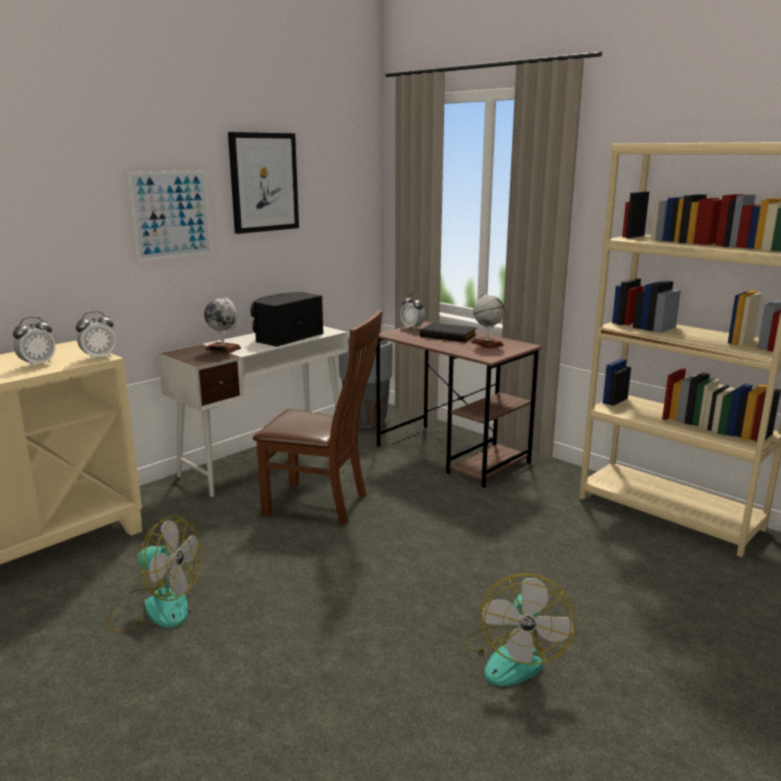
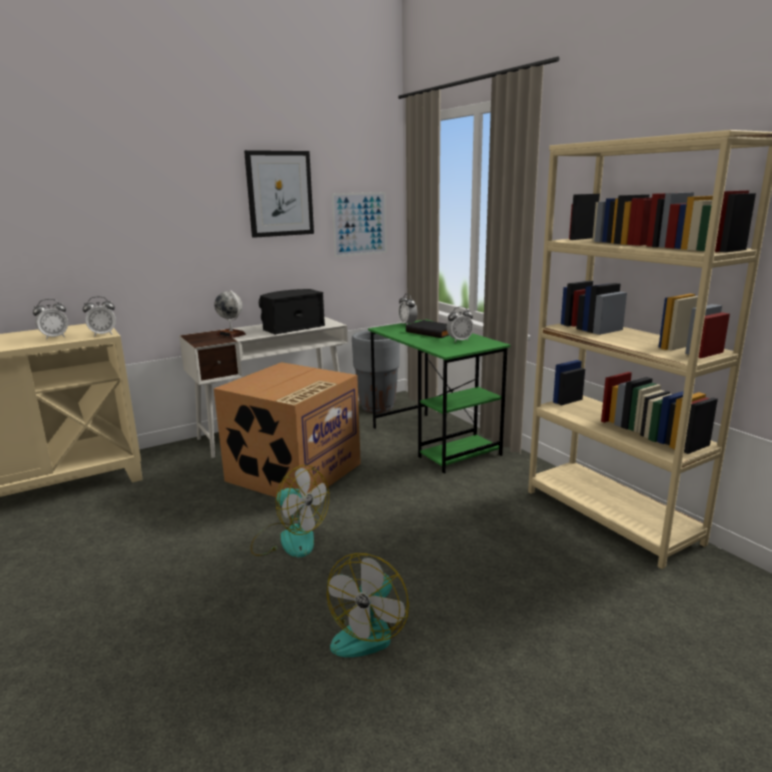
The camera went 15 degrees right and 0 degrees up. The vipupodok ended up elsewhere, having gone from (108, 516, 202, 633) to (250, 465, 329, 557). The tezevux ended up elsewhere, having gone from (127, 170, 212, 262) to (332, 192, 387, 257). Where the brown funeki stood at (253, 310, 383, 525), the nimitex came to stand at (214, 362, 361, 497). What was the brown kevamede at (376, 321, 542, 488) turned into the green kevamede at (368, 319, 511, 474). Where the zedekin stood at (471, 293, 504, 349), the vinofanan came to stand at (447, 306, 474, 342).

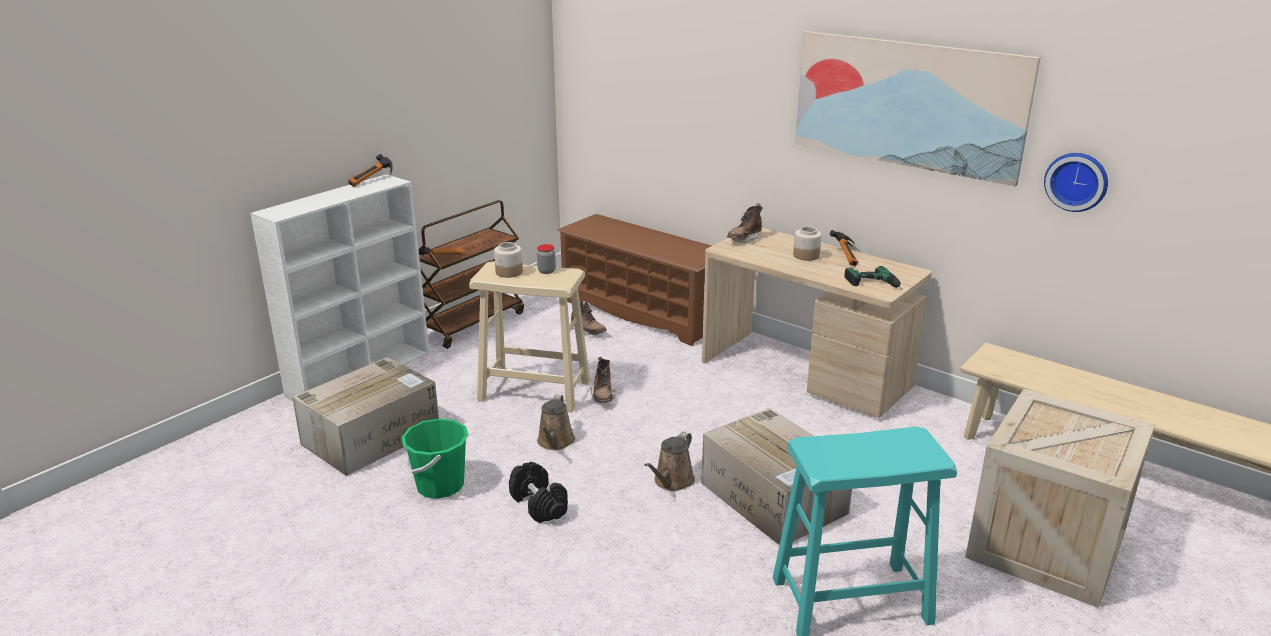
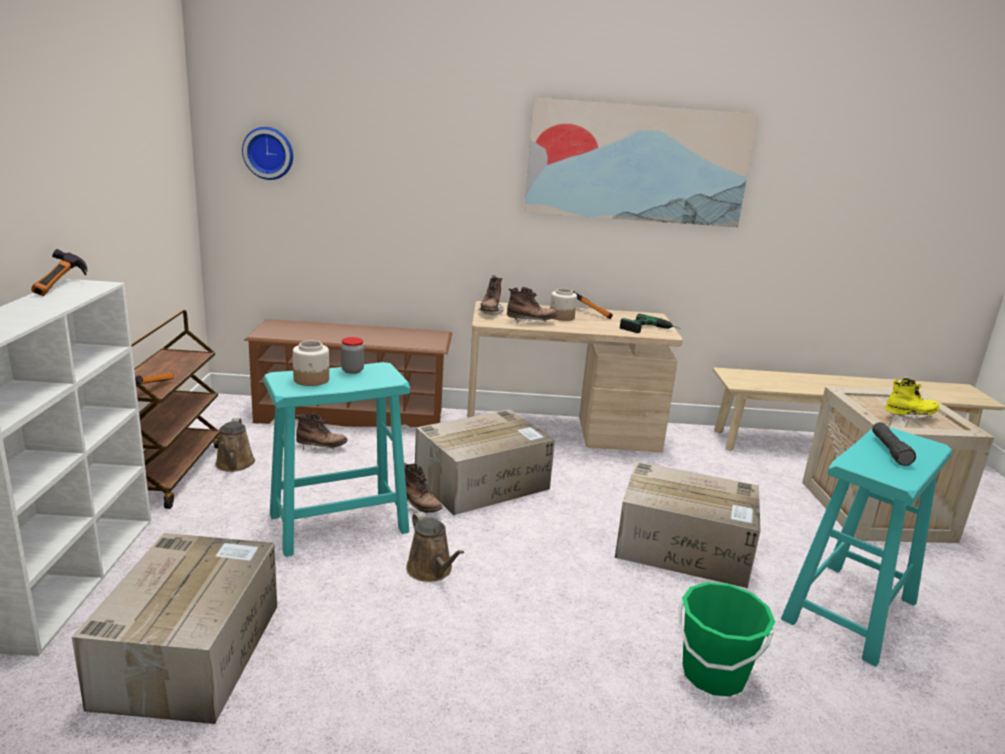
The camera went 40 degrees left and 5 degrees down. The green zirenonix ended up elsewhere, having gone from (401, 418, 469, 499) to (678, 582, 775, 697). What was the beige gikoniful at (469, 261, 590, 412) turned into the turquoise gikoniful at (264, 362, 410, 557). The second view lost the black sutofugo at (509, 462, 568, 523). The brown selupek ended up elsewhere, having gone from (644, 432, 695, 491) to (215, 418, 255, 472). The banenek ended up elsewhere, having gone from (1044, 153, 1108, 212) to (242, 127, 293, 180). The second view gained the nimitex at (415, 409, 555, 515). The second view gained the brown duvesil at (507, 287, 558, 324). The second view gained the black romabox at (872, 422, 916, 466). The second view gained the yellow duvesil at (885, 378, 940, 421).

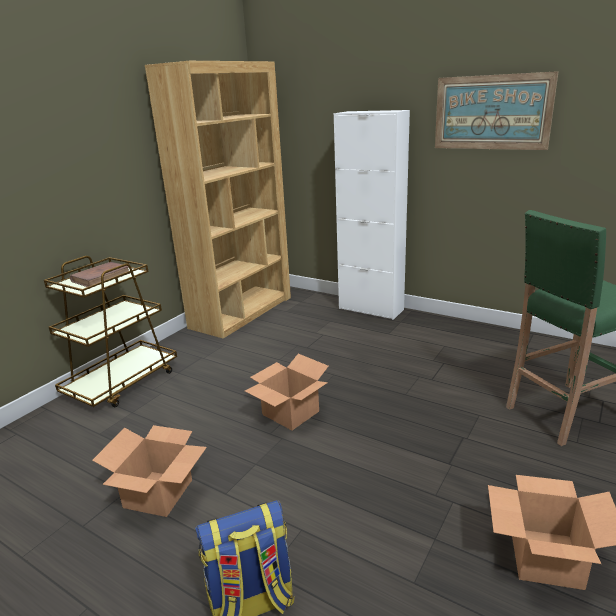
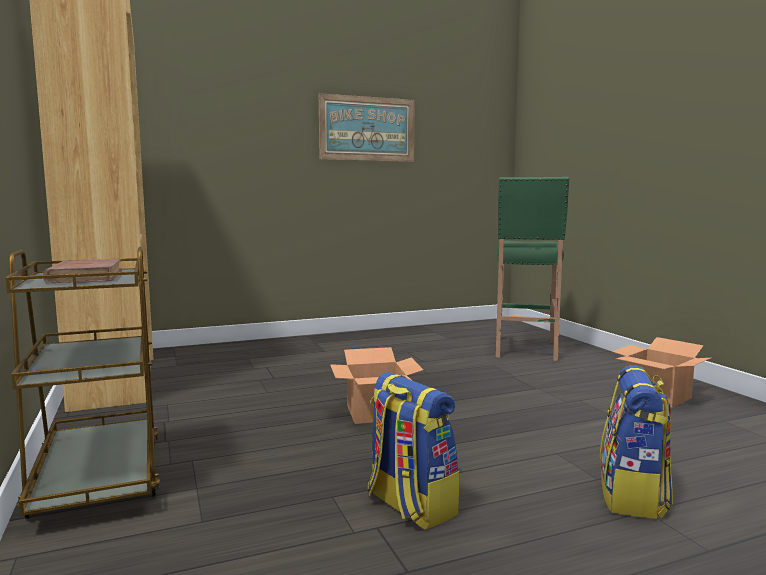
The camera went 55 degrees left and 15 degrees down. Where the nimitex stood at (92, 425, 207, 517), the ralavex came to stand at (367, 372, 459, 530). The second view lost the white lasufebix at (334, 110, 410, 320).

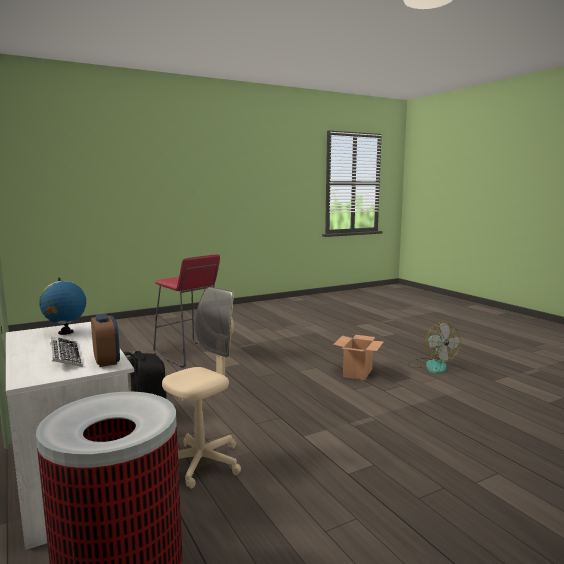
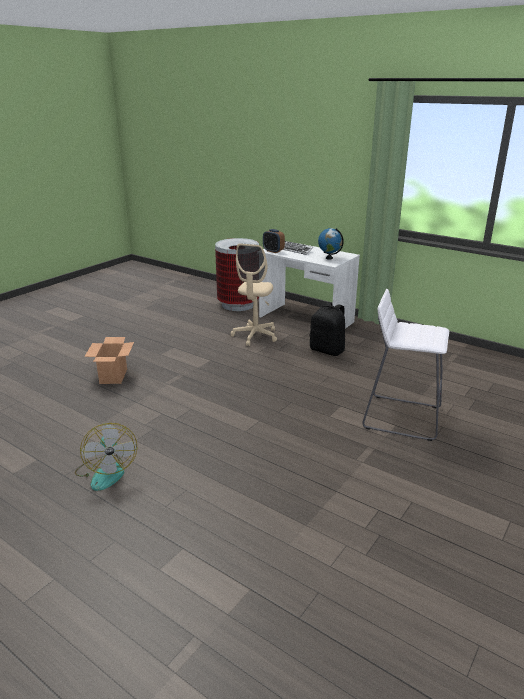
The camera went 155 degrees right and 15 degrees up. What was the red gikoniful at (153, 254, 220, 367) turned into the white gikoniful at (362, 289, 449, 441). The nimitex ended up elsewhere, having gone from (333, 335, 383, 380) to (84, 337, 134, 384). The vipupodok at (408, 322, 461, 374) ended up facing another way, 150 degrees counterclockwise from before.

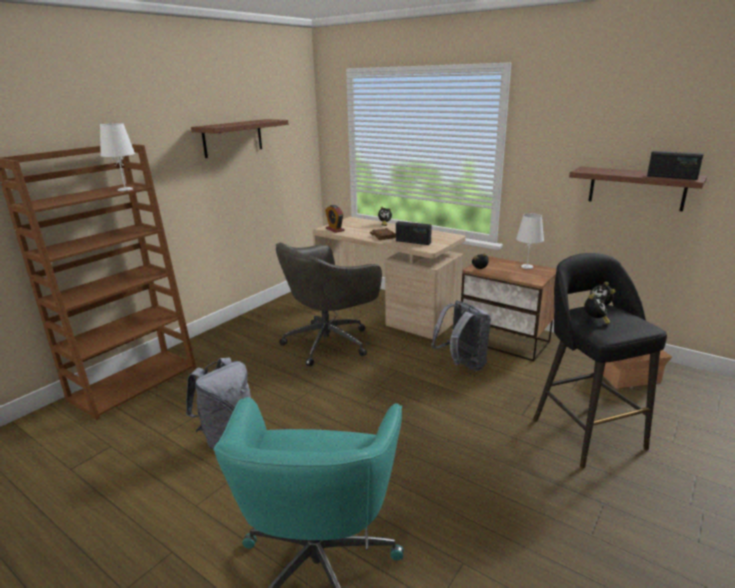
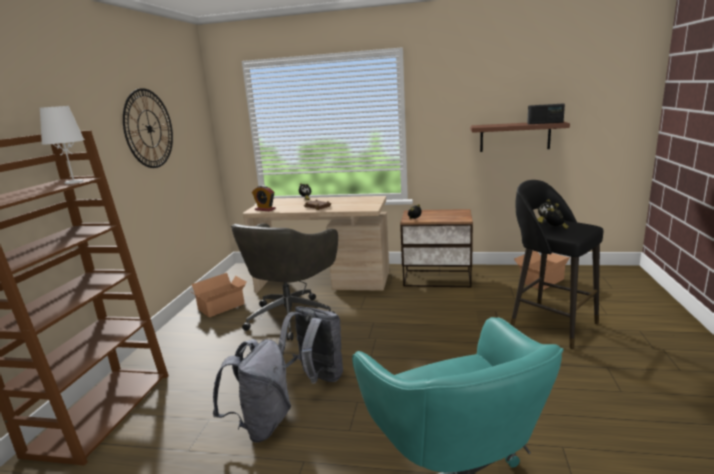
The camera went 25 degrees left and 5 degrees down. Where the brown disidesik hung at (191, 119, 288, 158), the banenek came to hang at (123, 88, 173, 168). The second view lost the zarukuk at (396, 221, 432, 245). The grey ralavex ended up elsewhere, having gone from (431, 301, 491, 371) to (278, 306, 343, 384). The second view lost the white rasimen at (516, 213, 544, 269). The second view gained the nimitex at (190, 273, 246, 317).

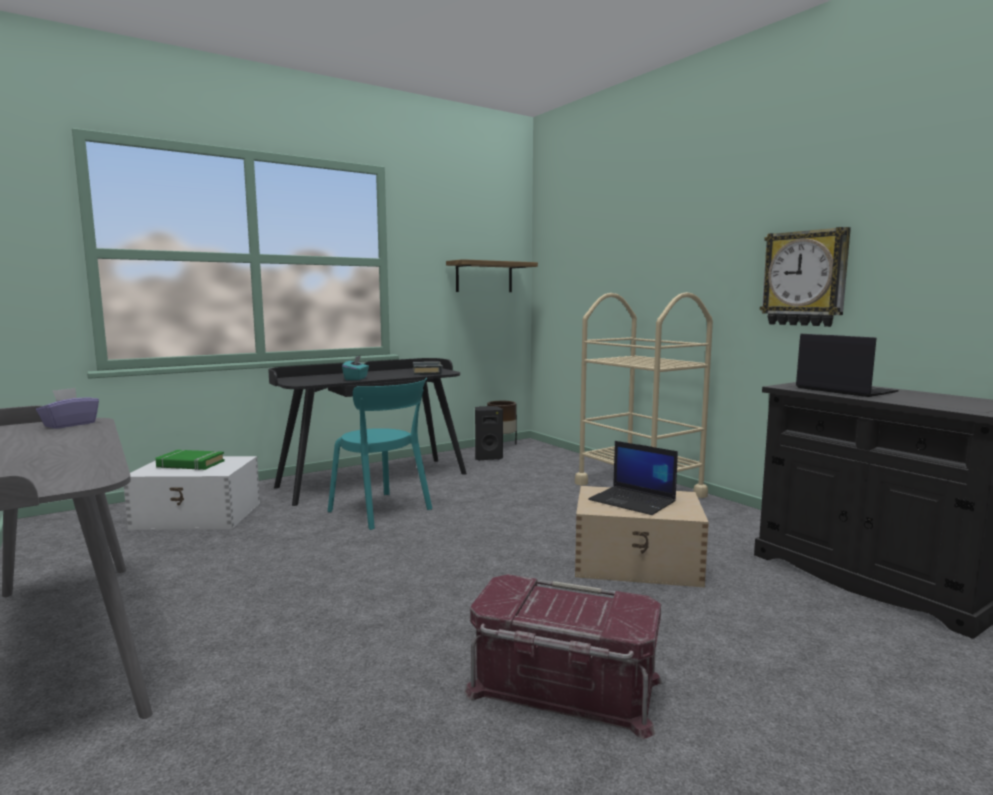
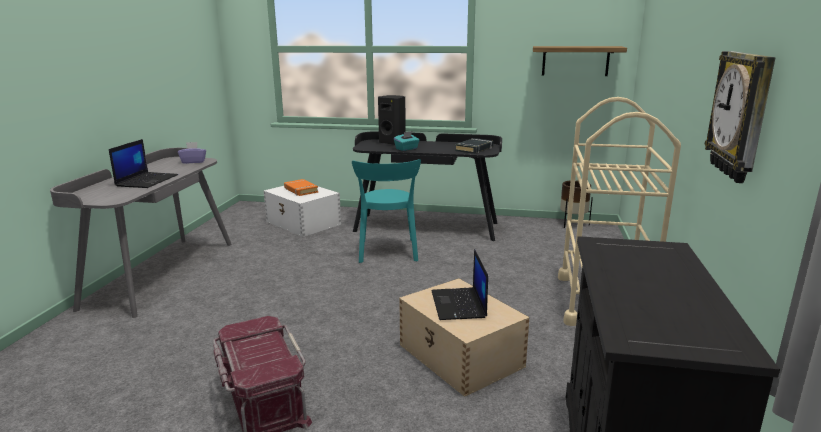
The camera went 45 degrees right and 10 degrees up. What was the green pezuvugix at (155, 450, 224, 470) turned into the orange pezuvugix at (284, 179, 318, 196). The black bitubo ended up elsewhere, having gone from (475, 406, 503, 461) to (378, 95, 406, 145). The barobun ended up elsewhere, having gone from (796, 334, 899, 397) to (109, 139, 178, 188).

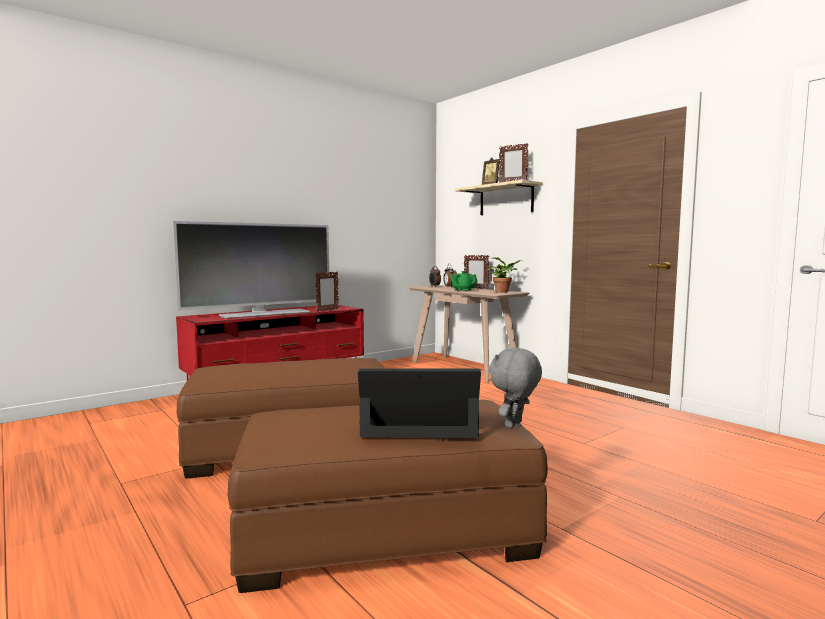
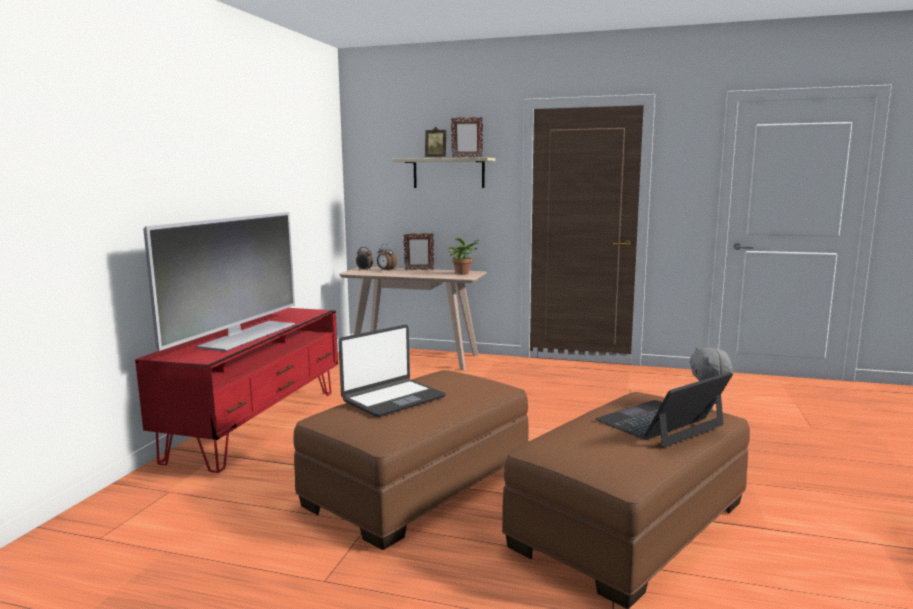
The camera went 35 degrees left and 5 degrees up. The second view lost the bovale at (315, 271, 339, 312). The second view lost the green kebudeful at (450, 271, 477, 291). The second view gained the barobun at (339, 324, 446, 417).

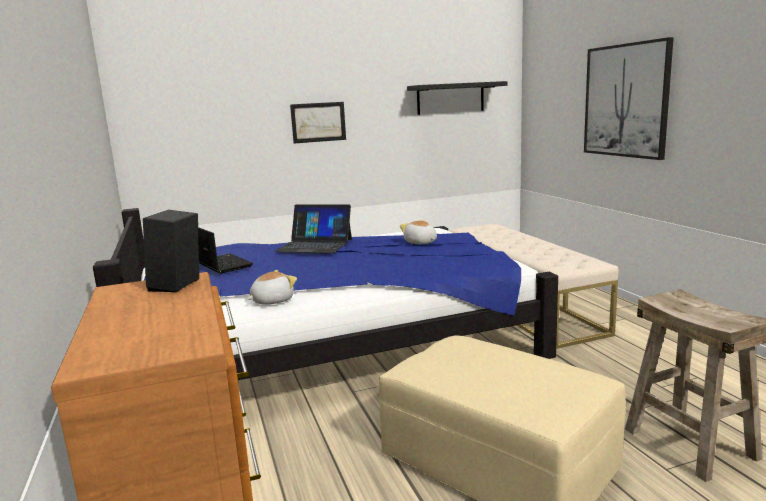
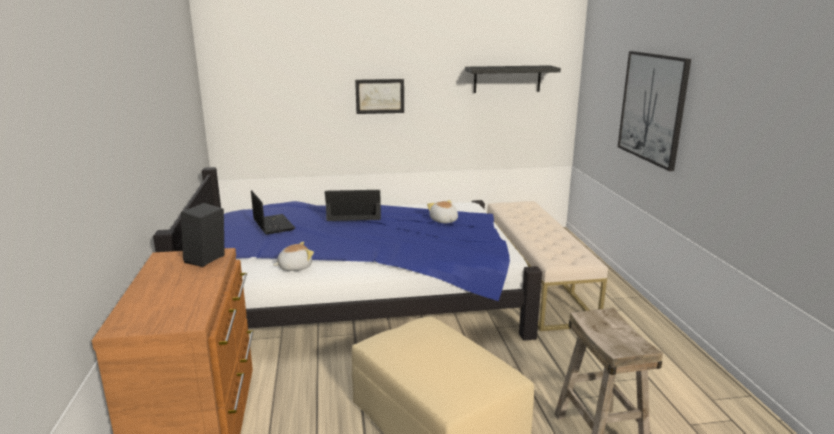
The camera went 10 degrees right and 5 degrees up. The barobun at (274, 205, 352, 254) ended up facing another way, 150 degrees clockwise from before.

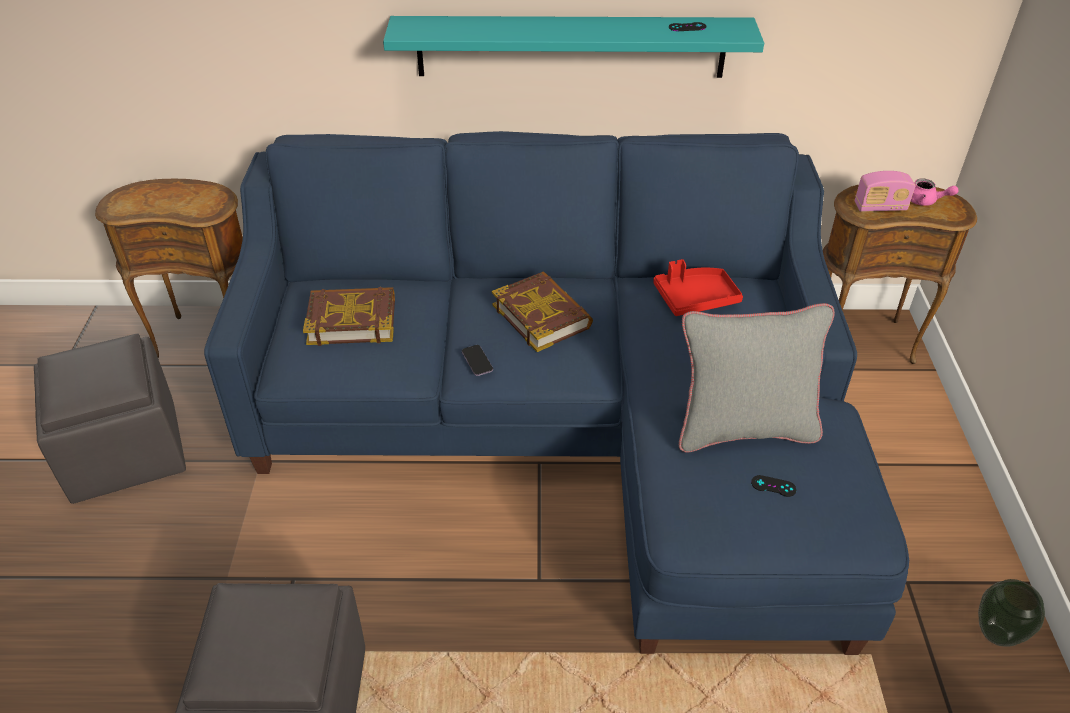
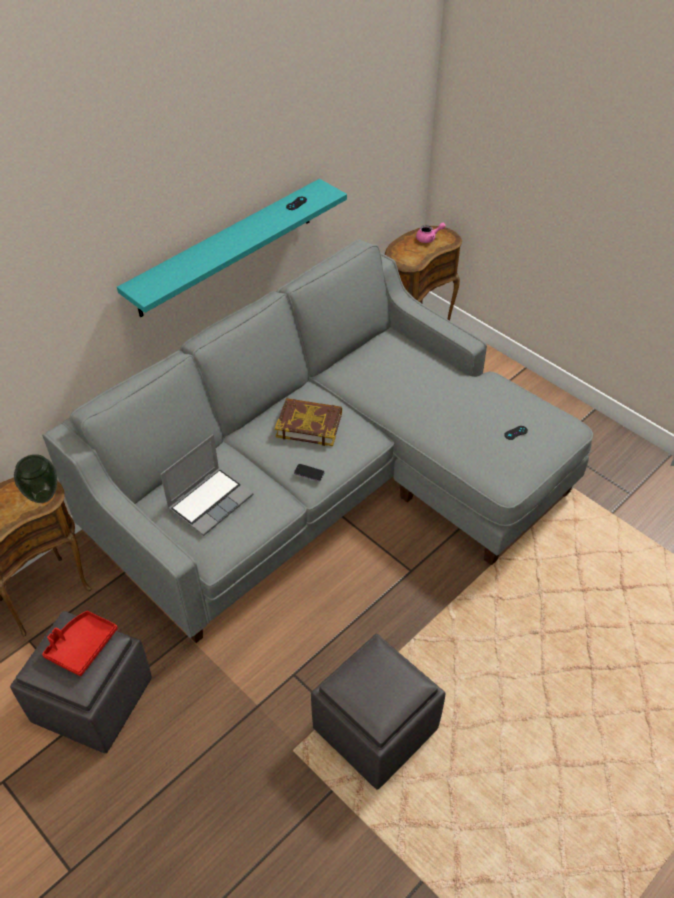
The camera went 45 degrees left and 5 degrees up. What was the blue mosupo at (204, 131, 909, 655) turned into the grey mosupo at (42, 239, 593, 643). Where the pezuvugix stood at (303, 287, 395, 346), the barobun came to stand at (161, 434, 253, 536). The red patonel ended up elsewhere, having gone from (653, 259, 743, 316) to (42, 611, 118, 676). The second view lost the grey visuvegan at (679, 303, 835, 453). The second view lost the zarukuk at (855, 171, 916, 212). The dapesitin ended up elsewhere, having gone from (978, 579, 1045, 646) to (14, 454, 57, 503).

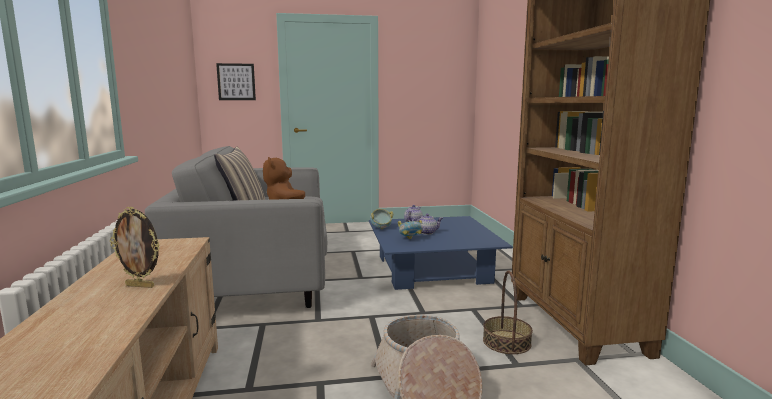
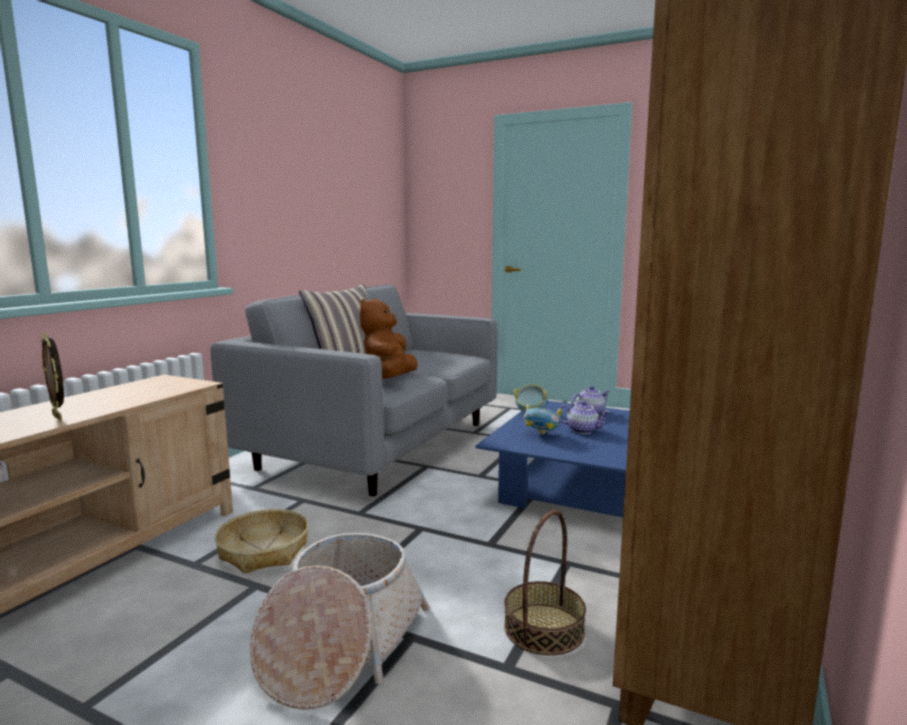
The camera went 35 degrees right and 0 degrees up. The second view lost the tezevux at (216, 63, 256, 100). The second view gained the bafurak at (214, 509, 309, 574).

